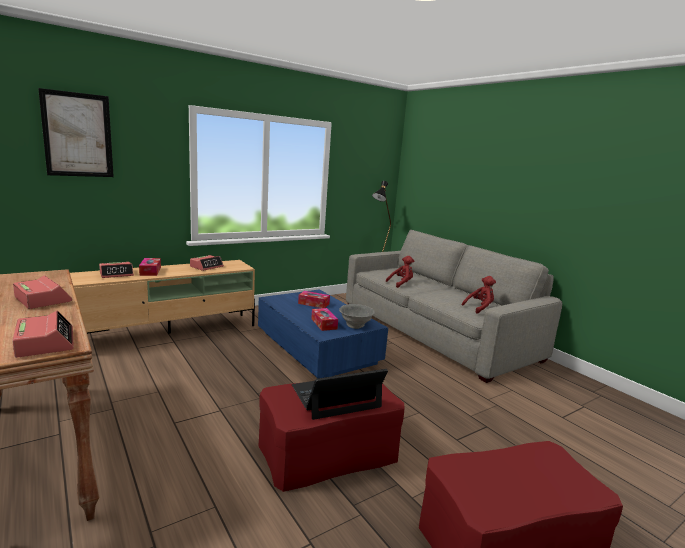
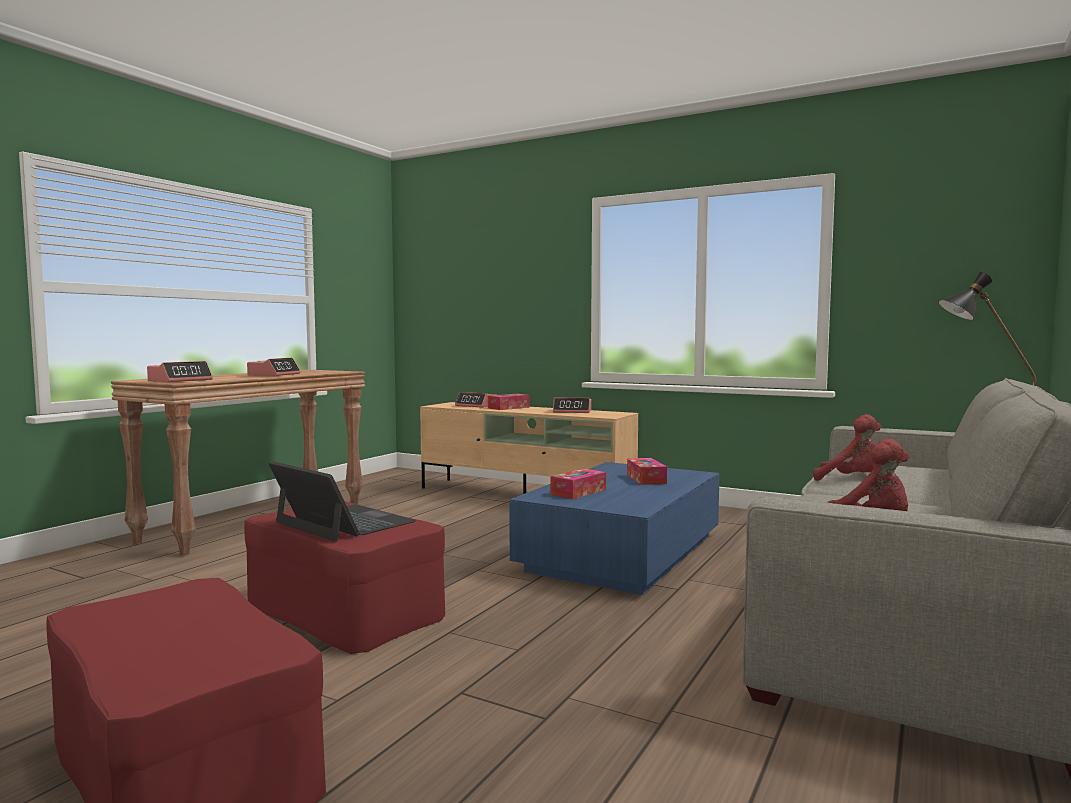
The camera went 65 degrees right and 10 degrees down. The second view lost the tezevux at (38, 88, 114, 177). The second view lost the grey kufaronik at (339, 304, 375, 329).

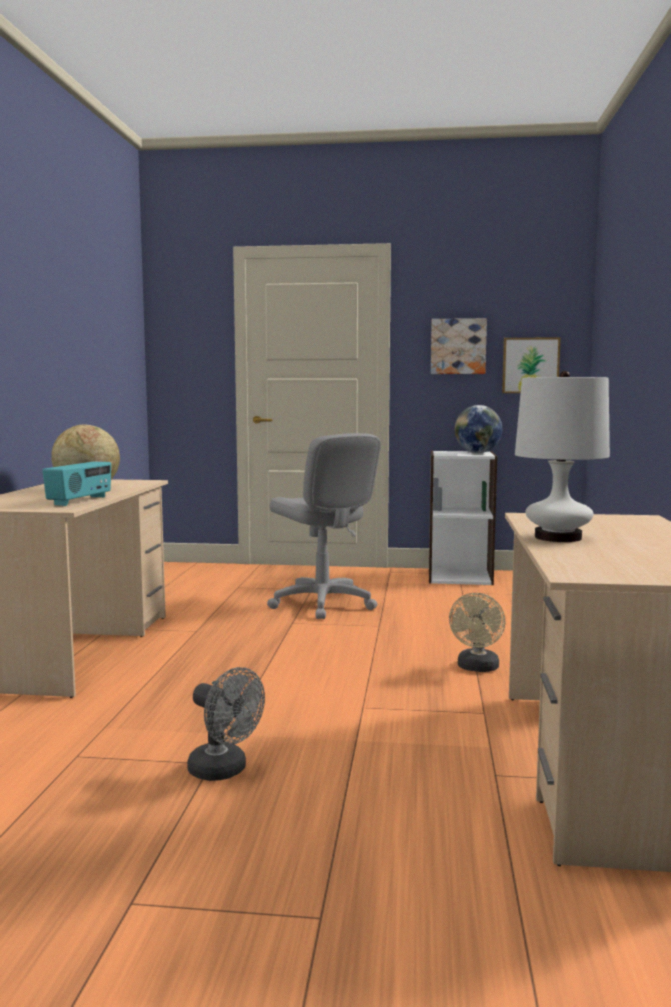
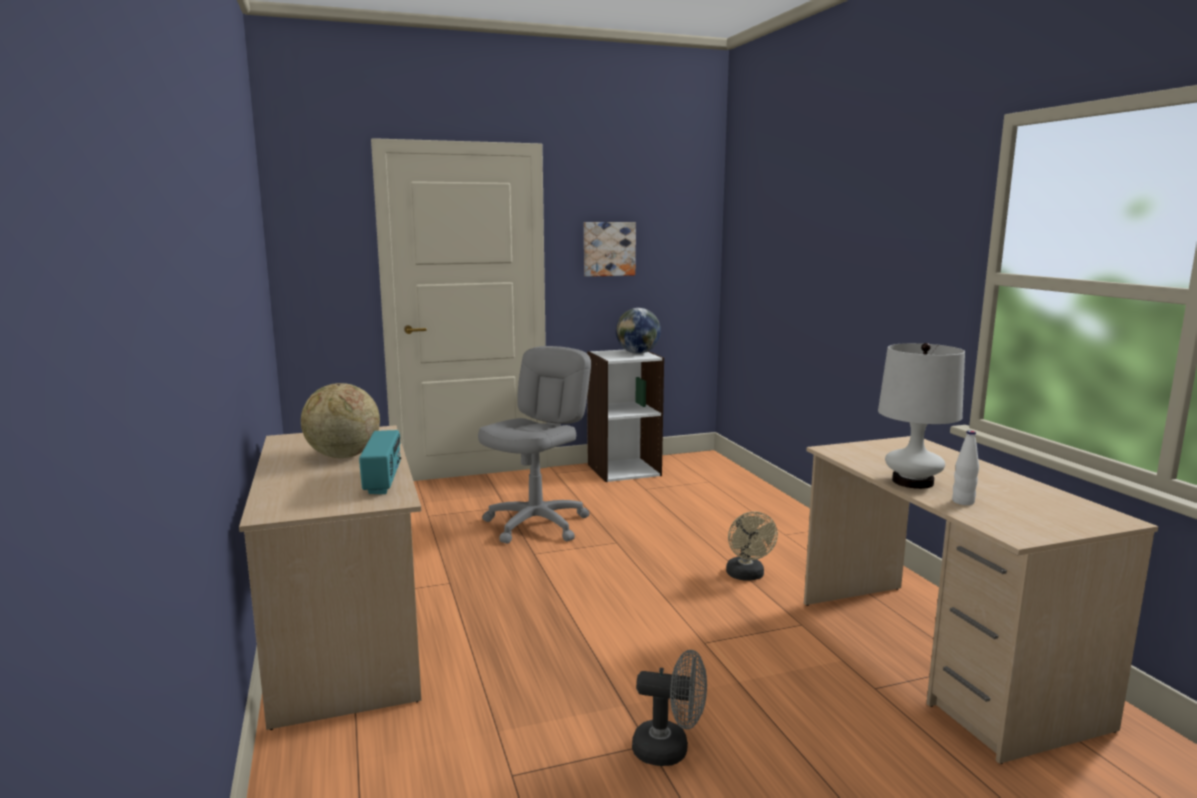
The camera went 25 degrees left and 5 degrees up. The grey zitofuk at (267, 433, 381, 619) ended up facing another way, 90 degrees counterclockwise from before. The second view lost the tezevux at (502, 337, 561, 393). The second view gained the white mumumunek at (952, 430, 979, 505).

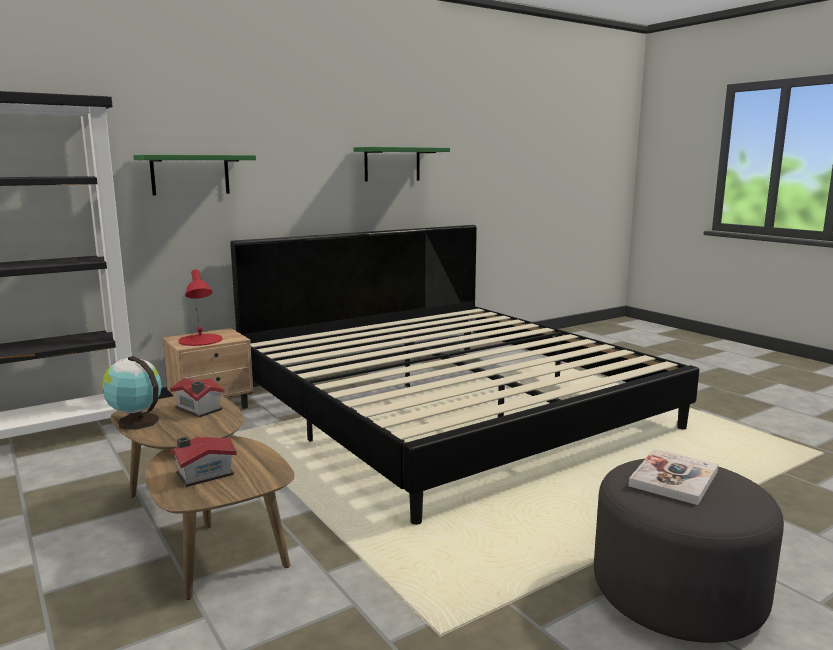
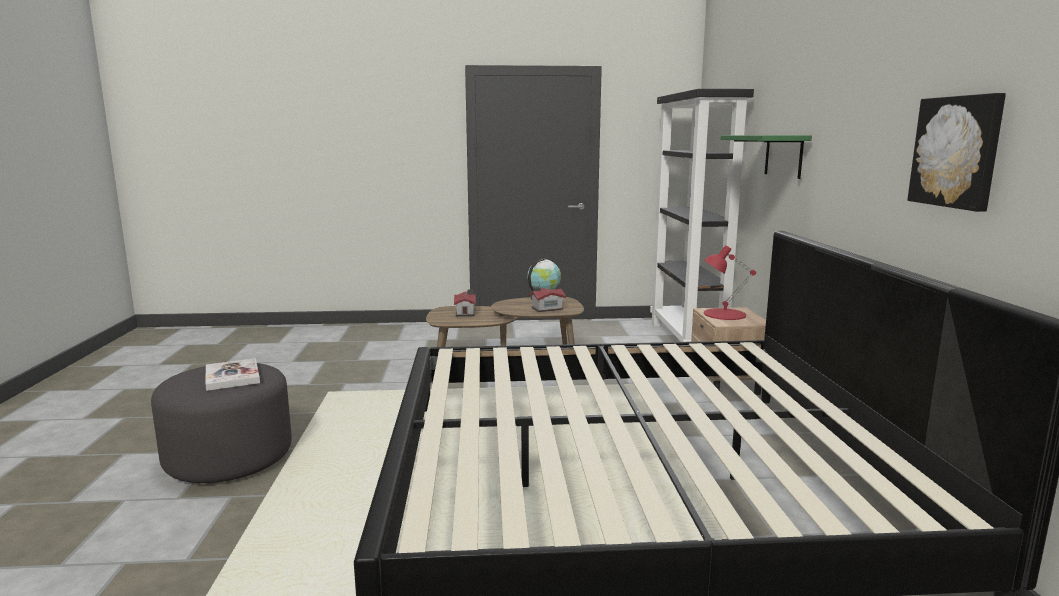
The camera went 120 degrees right and 0 degrees up. Where the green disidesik hung at (353, 147, 450, 182), the tezevux came to hang at (907, 93, 1006, 212).

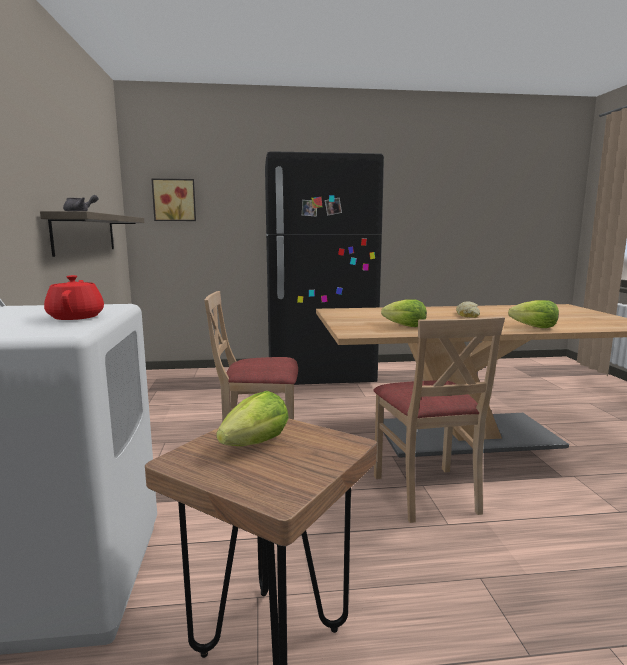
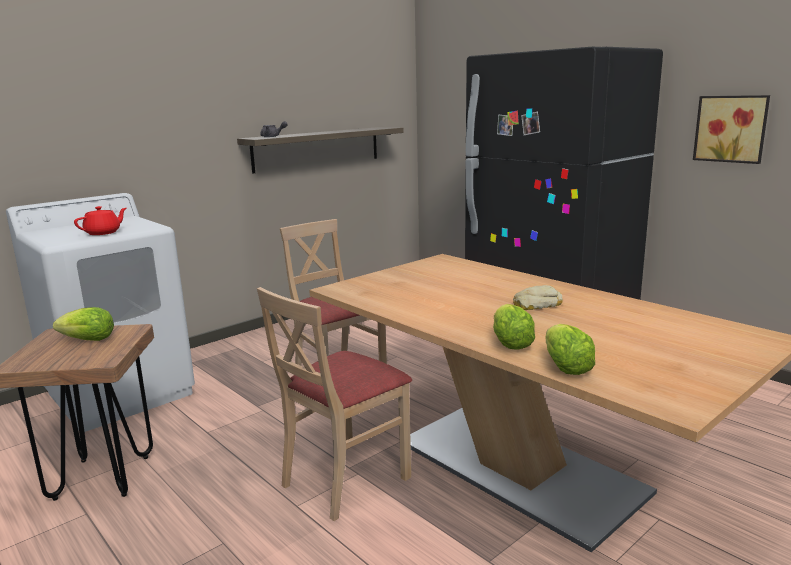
The camera went 55 degrees right and 5 degrees up. The tezevux ended up elsewhere, having gone from (152, 179, 196, 221) to (693, 95, 770, 164). The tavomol ended up elsewhere, having gone from (381, 299, 427, 327) to (546, 324, 595, 375).

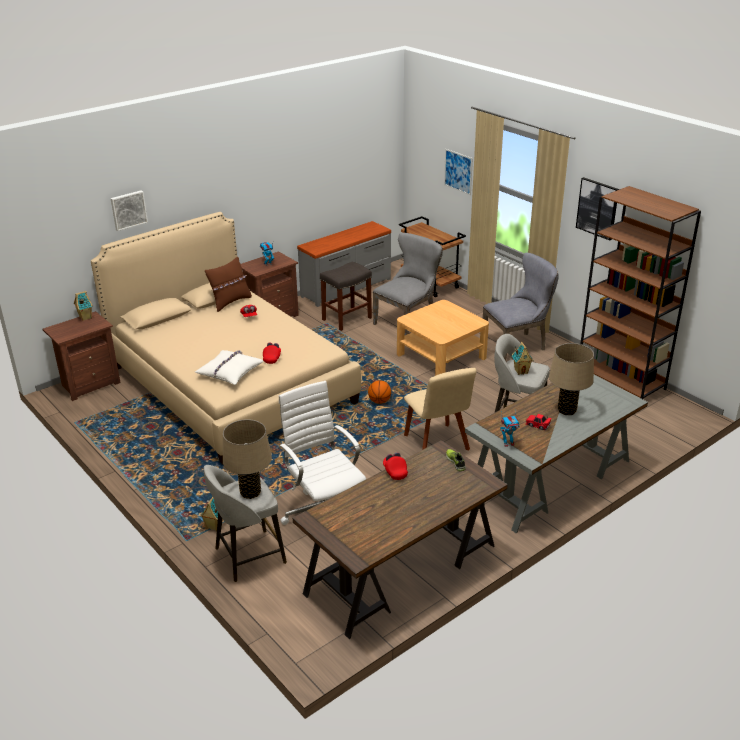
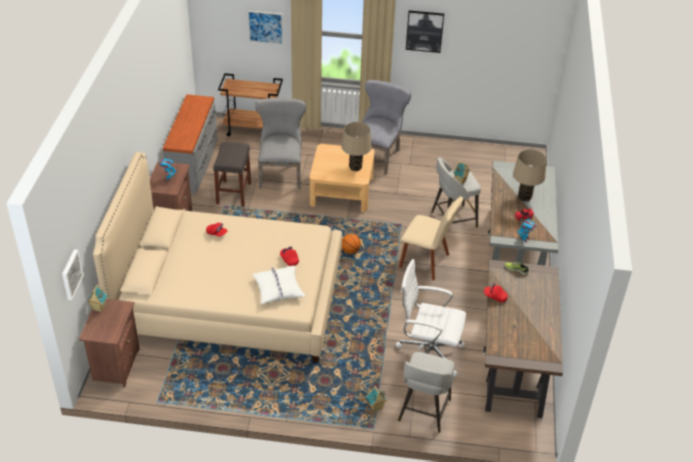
The camera went 45 degrees left and 10 degrees up. The tezevux ended up elsewhere, having gone from (111, 190, 148, 231) to (62, 249, 84, 300). The second view lost the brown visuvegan at (205, 257, 252, 312). The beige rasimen ended up elsewhere, having gone from (223, 419, 272, 499) to (341, 122, 372, 171). The second view lost the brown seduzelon at (580, 186, 701, 399).

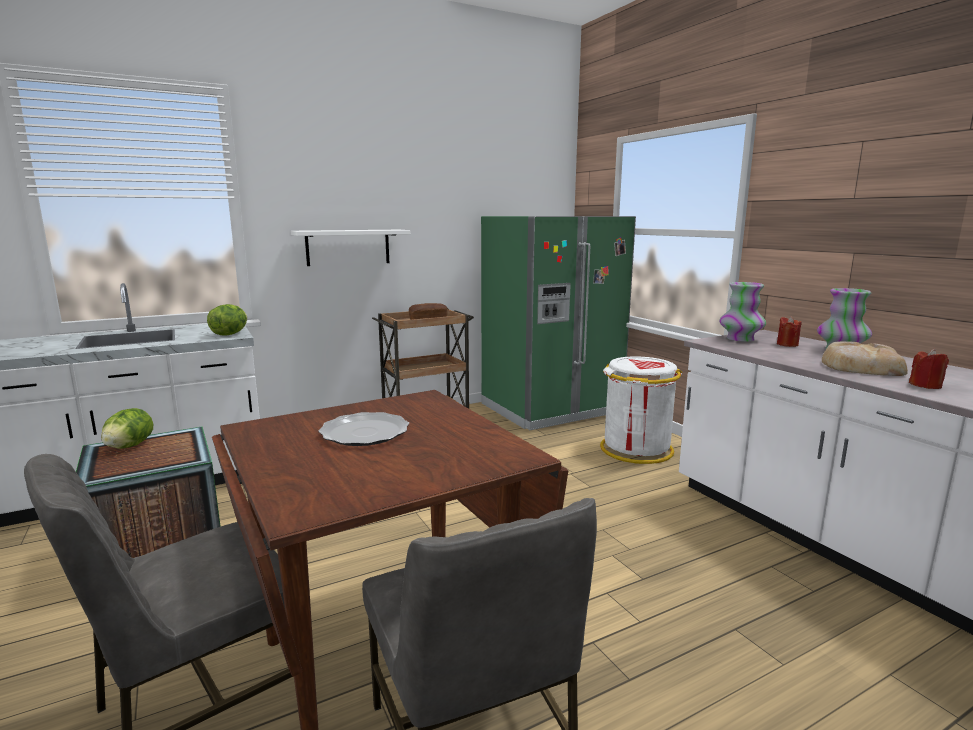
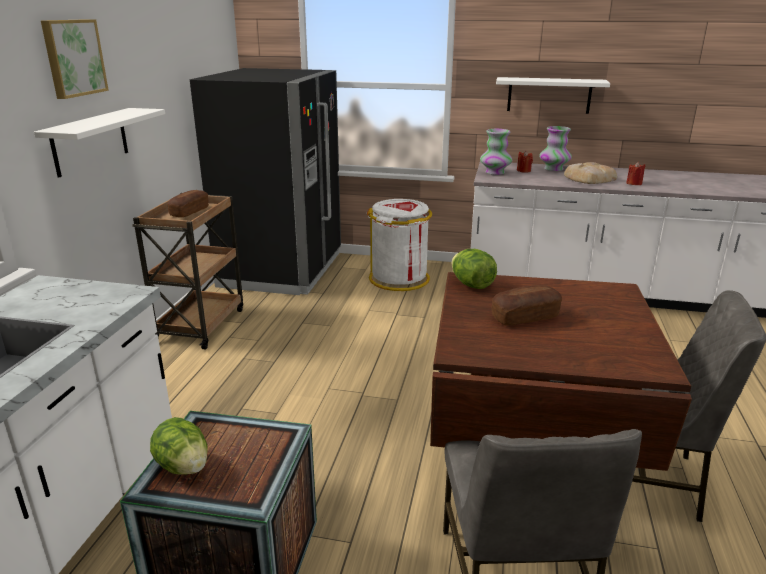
The camera went 50 degrees left and 10 degrees up. The tavomol ended up elsewhere, having gone from (207, 304, 247, 336) to (451, 249, 497, 289). Where the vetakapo stood at (318, 412, 409, 446), the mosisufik came to stand at (492, 285, 562, 326). What was the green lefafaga at (481, 216, 636, 430) turned into the black lefafaga at (190, 68, 341, 295). The second view gained the tezevux at (41, 19, 109, 99). The second view gained the white disidesik at (496, 77, 610, 114).

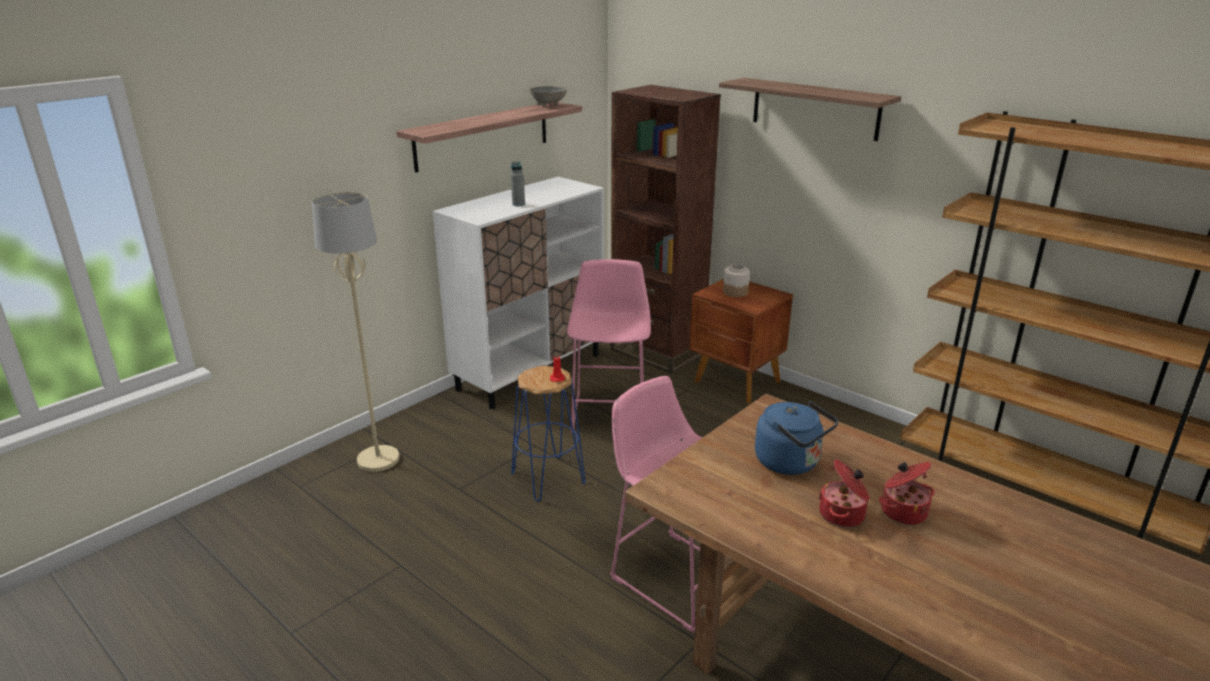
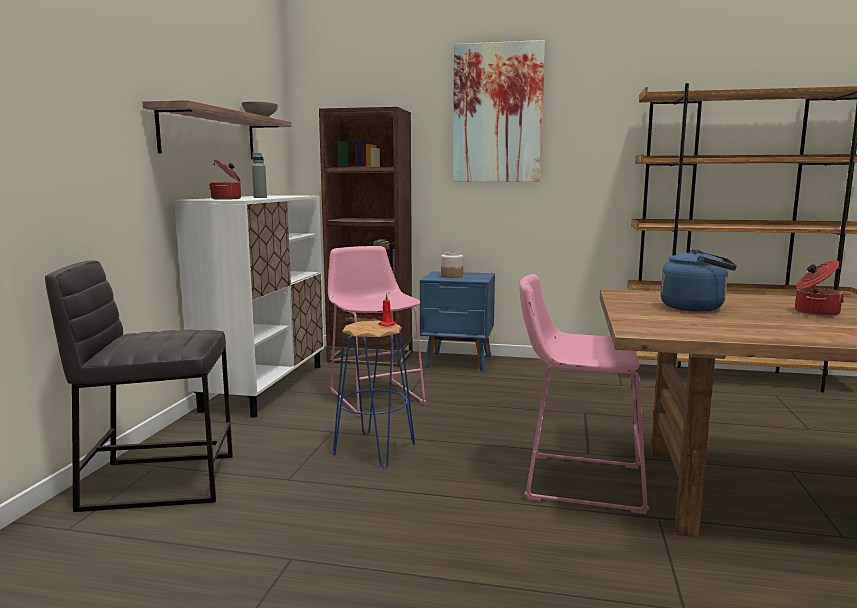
The camera went 30 degrees left and 15 degrees down. Where the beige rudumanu stood at (312, 192, 399, 472), the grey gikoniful came to stand at (45, 260, 233, 512). What was the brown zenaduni at (690, 279, 793, 404) turned into the blue zenaduni at (420, 271, 495, 372). Where the disidesik hung at (719, 78, 901, 141), the tezevux came to hang at (453, 40, 545, 182). The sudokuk ended up elsewhere, having gone from (819, 459, 869, 527) to (209, 159, 241, 199).

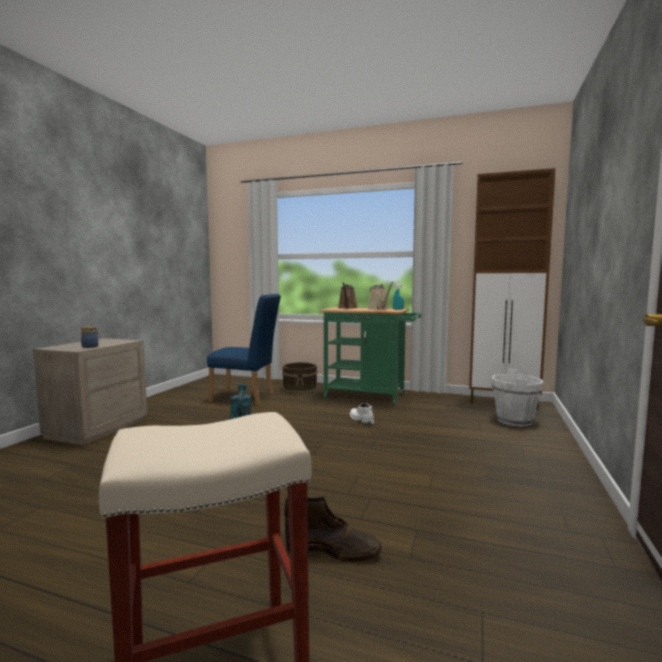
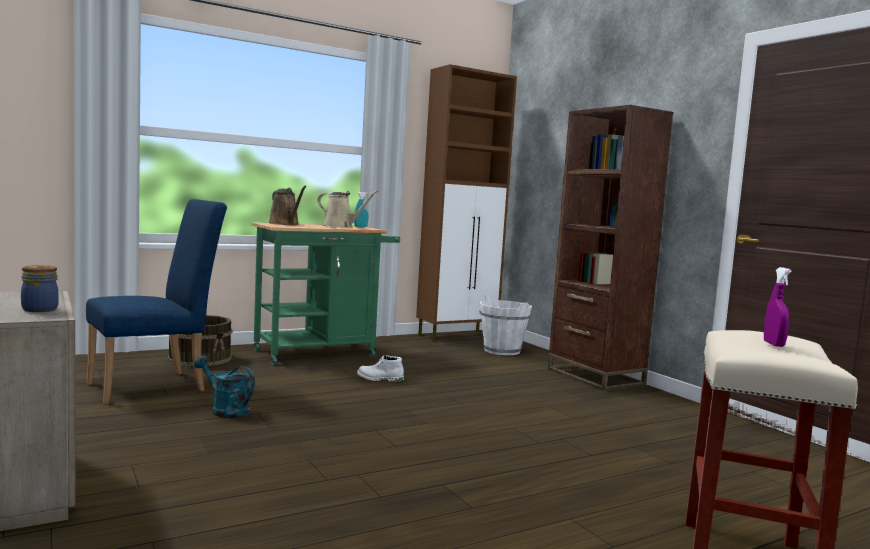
The camera went 50 degrees left and 0 degrees up. The second view lost the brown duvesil at (284, 496, 382, 563). The second view gained the brown seduzelon at (547, 105, 674, 391). The second view gained the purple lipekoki at (764, 267, 792, 347).

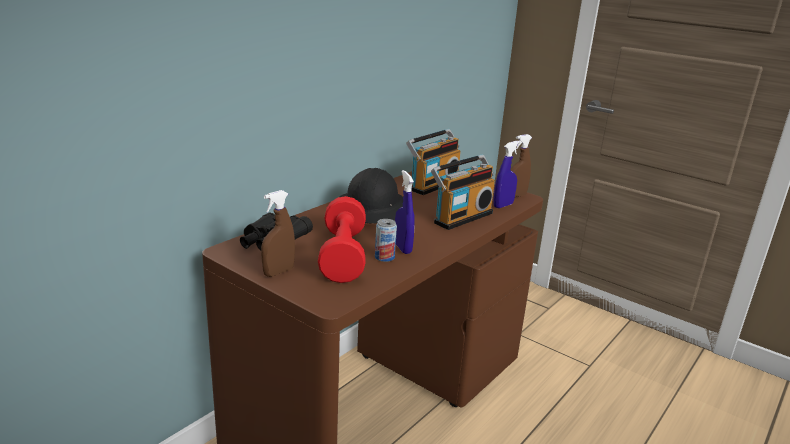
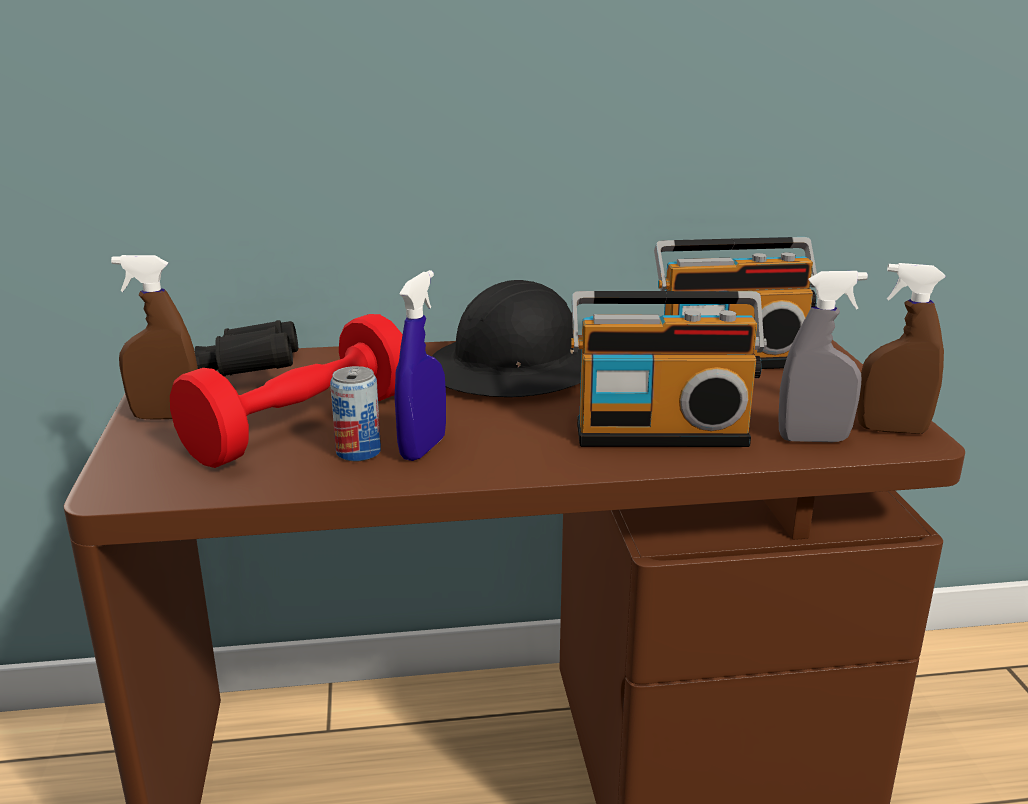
The camera went 45 degrees right and 0 degrees up. What was the blue lipekoki at (493, 141, 520, 208) turned into the grey lipekoki at (778, 271, 868, 442).

